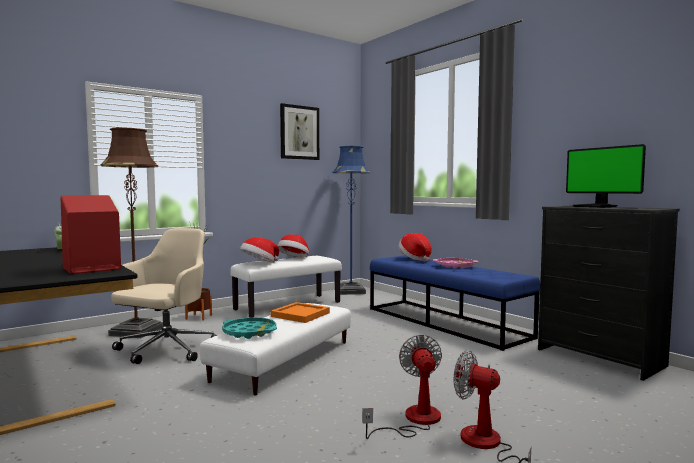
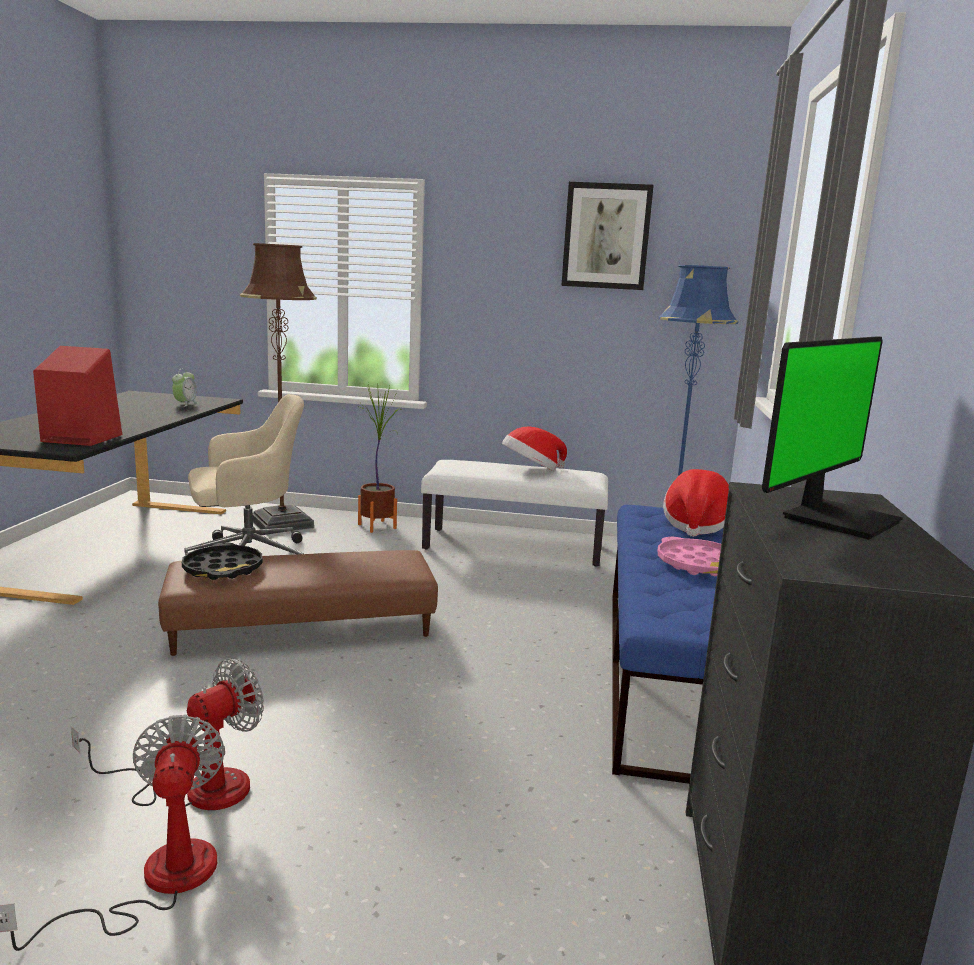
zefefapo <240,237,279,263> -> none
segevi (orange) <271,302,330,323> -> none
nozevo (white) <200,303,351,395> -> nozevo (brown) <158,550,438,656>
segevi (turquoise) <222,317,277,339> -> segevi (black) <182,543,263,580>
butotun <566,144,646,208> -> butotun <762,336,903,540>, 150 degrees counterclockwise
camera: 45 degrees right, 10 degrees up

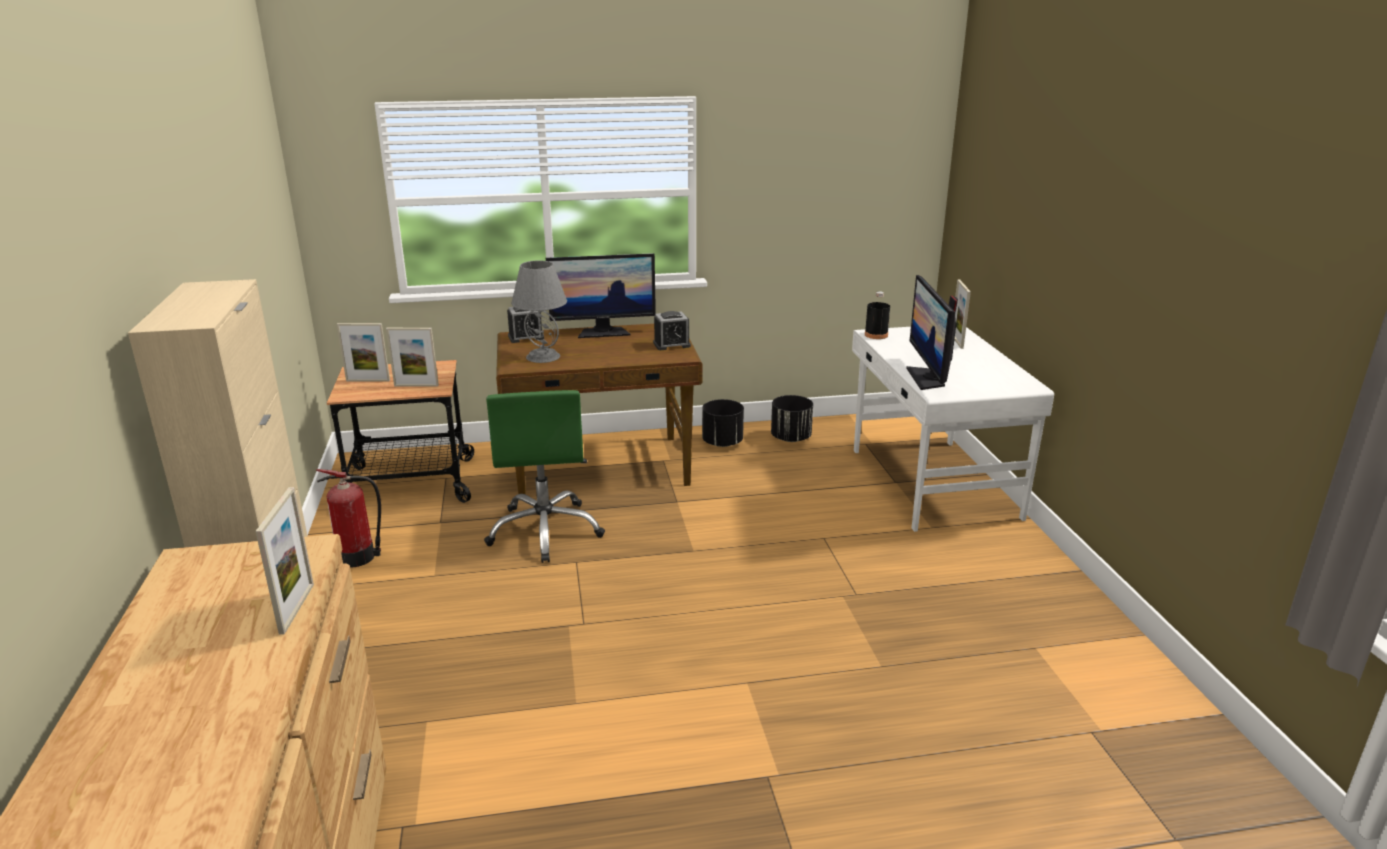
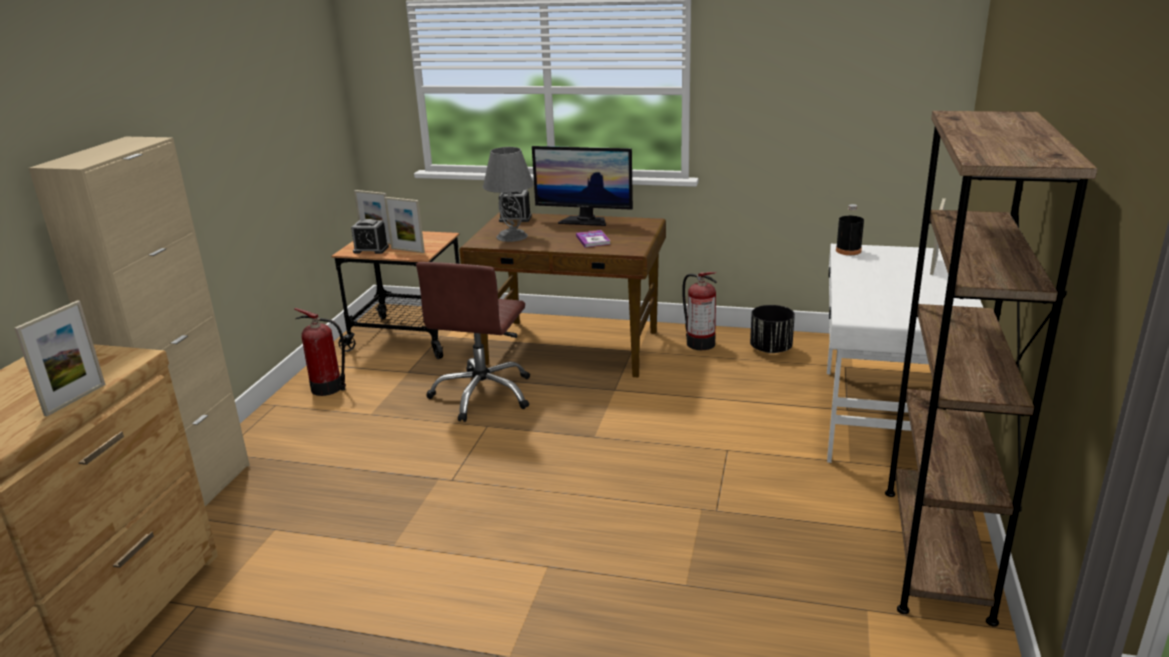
butotun <906,275,958,390> -> none
none -> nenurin <576,230,610,247>
none -> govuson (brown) <885,111,1098,627>
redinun <653,311,691,350> -> redinun <351,219,389,254>, shifted
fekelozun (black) <702,399,744,447> -> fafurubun <682,272,717,350>
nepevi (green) <484,390,605,563> -> nepevi (brown) <416,262,530,422>
camera: 25 degrees right, 0 degrees up

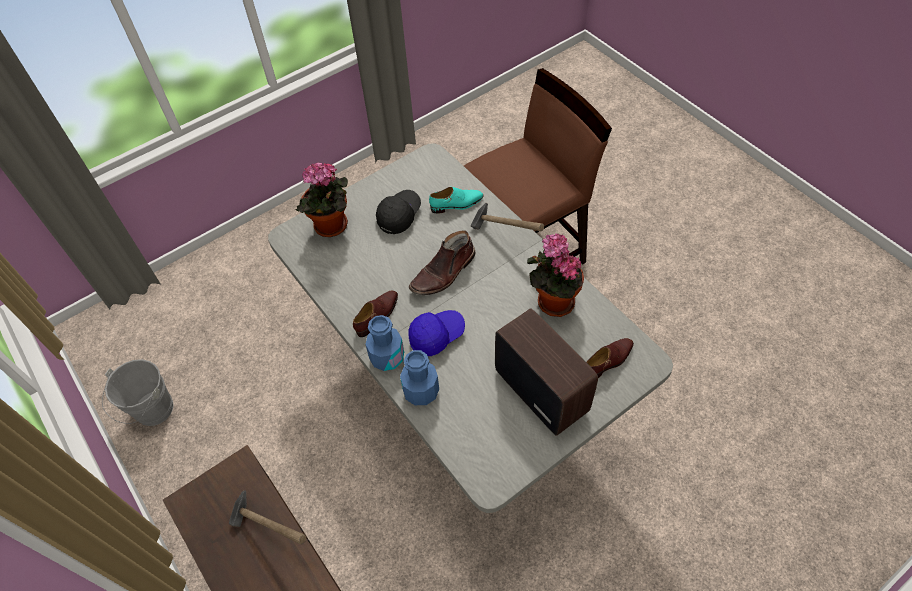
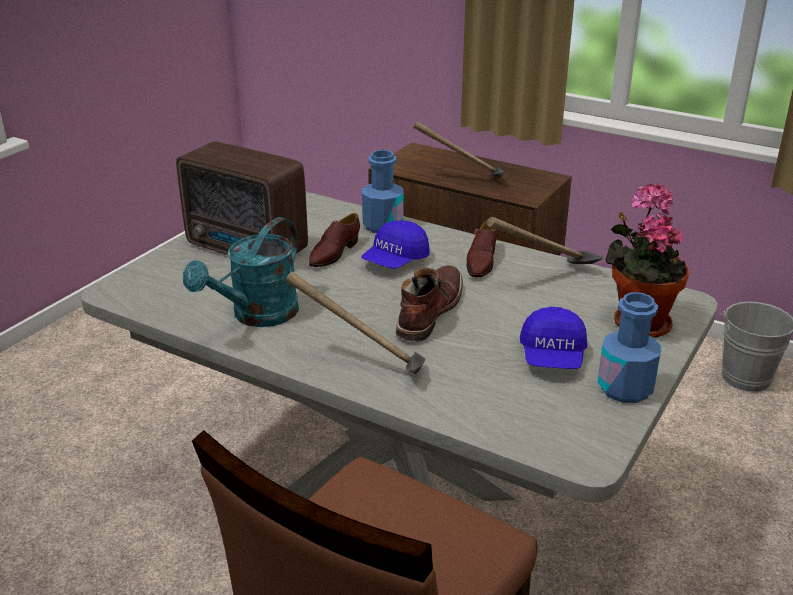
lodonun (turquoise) <429,187,483,213> -> none
none -> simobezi <487,217,602,264>
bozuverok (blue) <365,315,404,371> -> bozuverok (blue) <597,292,662,403>, shifted
lodonun (brown) <586,338,634,378> -> lodonun (brown) <309,213,360,267>, shifted
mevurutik <527,234,584,317> -> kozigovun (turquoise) <183,217,299,327>
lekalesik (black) <376,190,421,234> -> lekalesik (blue) <520,307,587,369>
camera: 155 degrees right, 25 degrees down

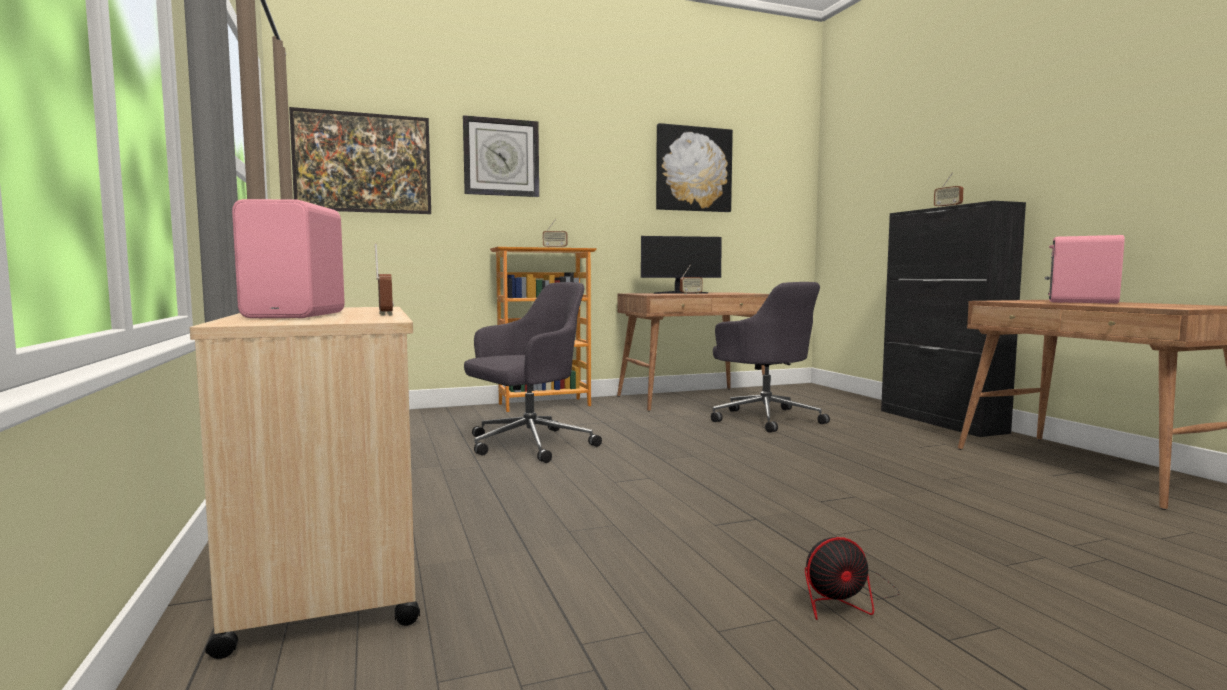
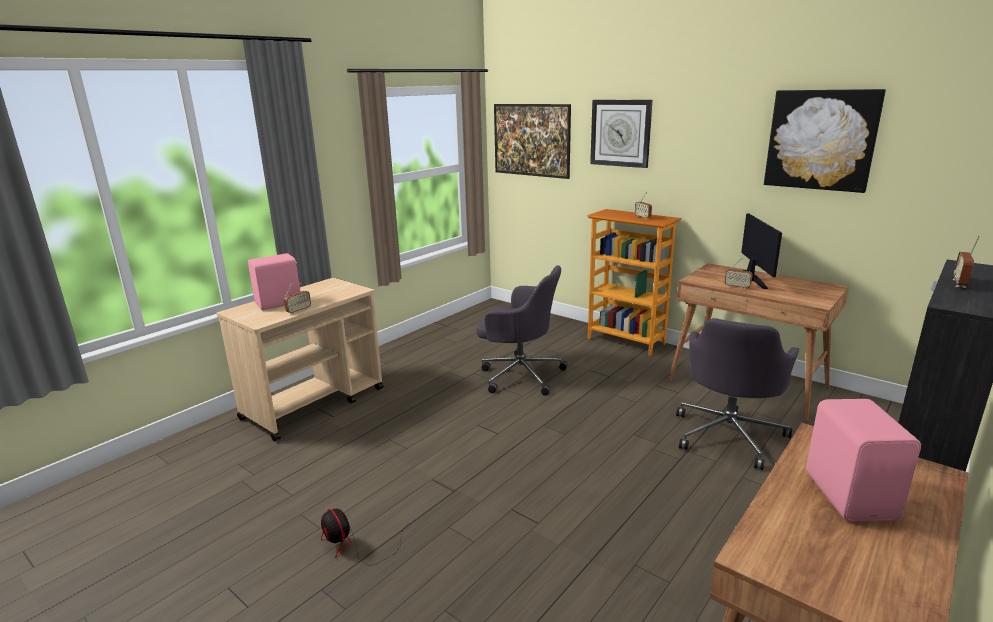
butotun <641,236,722,294> -> butotun <741,213,782,289>, 135 degrees counterclockwise
camera: 60 degrees right, 15 degrees up

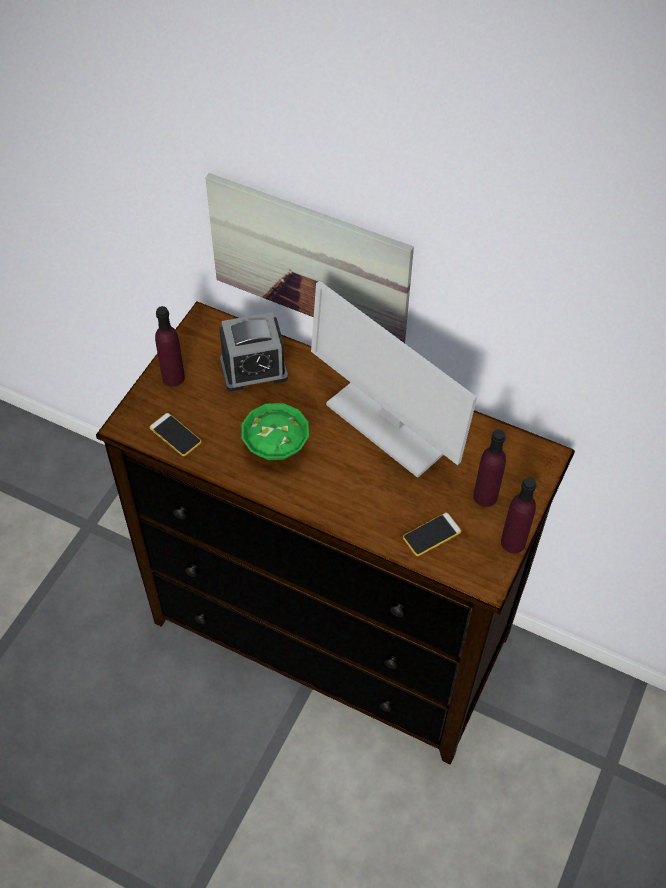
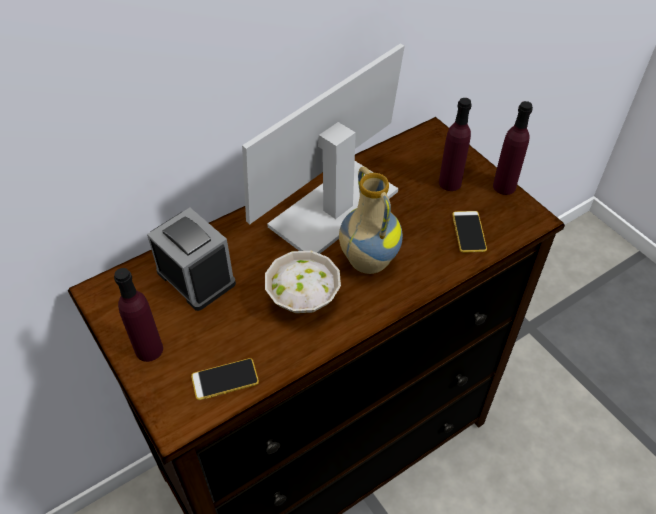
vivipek <205,173,414,343> -> none
none -> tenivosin <339,167,403,274>
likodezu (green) <242,403,309,460> -> likodezu (white) <265,251,341,313>
redinun <219,312,288,392> -> redinun <147,208,236,311>, 60 degrees counterclockwise
butotun <311,281,477,478> -> butotun <242,43,405,254>, 150 degrees clockwise
camera: 60 degrees left, 5 degrees down

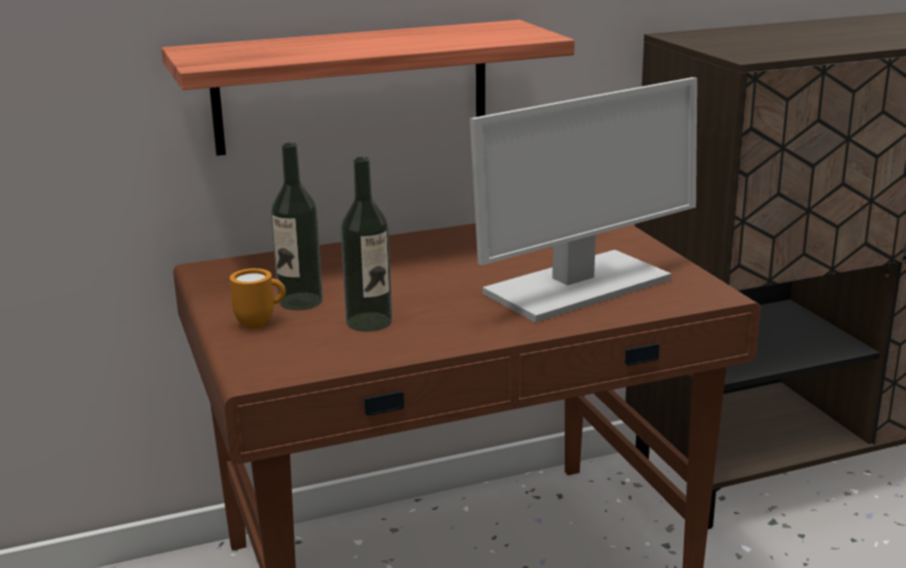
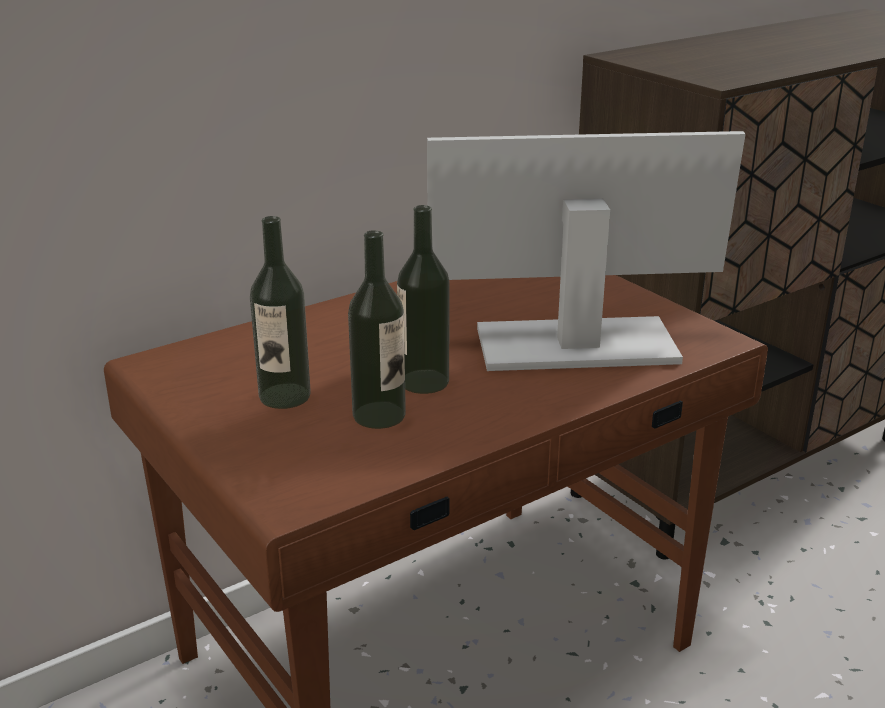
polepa <162,20,575,156> -> none
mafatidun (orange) <230,268,286,329> -> none
none -> bozuverok <397,205,450,394>
butotun <470,77,697,323> -> butotun <427,131,746,371>, 135 degrees counterclockwise
camera: 15 degrees left, 5 degrees up

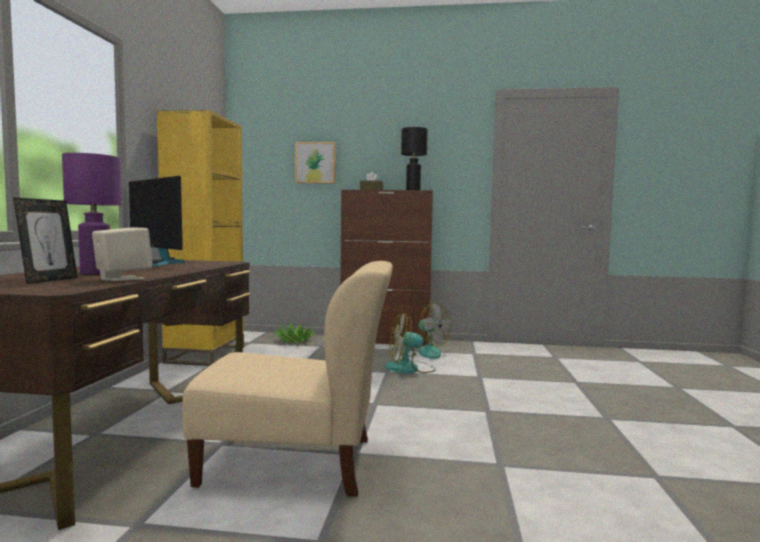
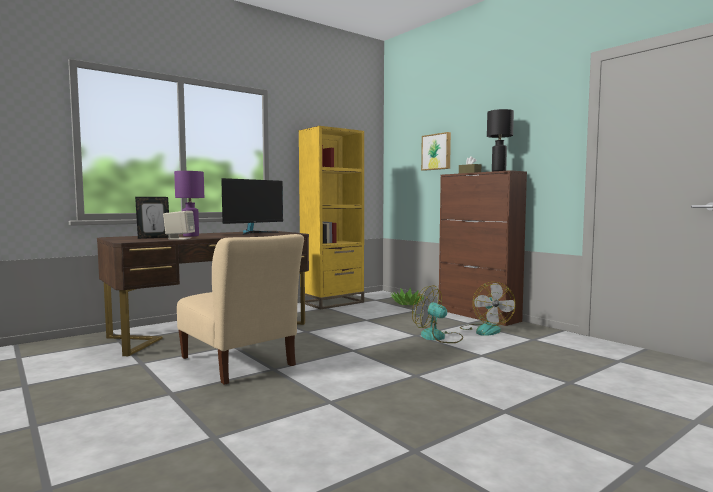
butotun <129,176,185,267> -> butotun <221,178,283,235>, 135 degrees counterclockwise
camera: 45 degrees right, 0 degrees up

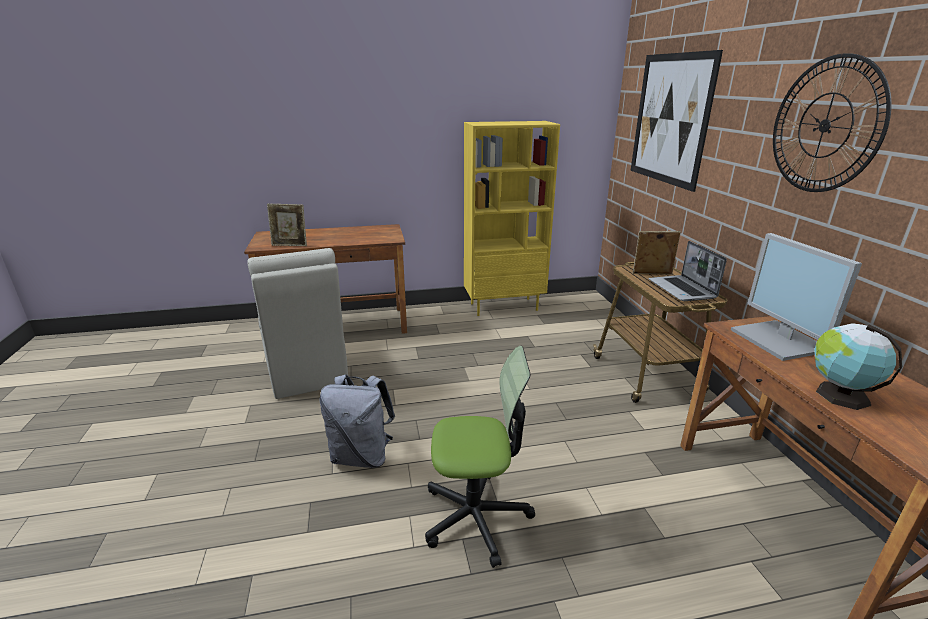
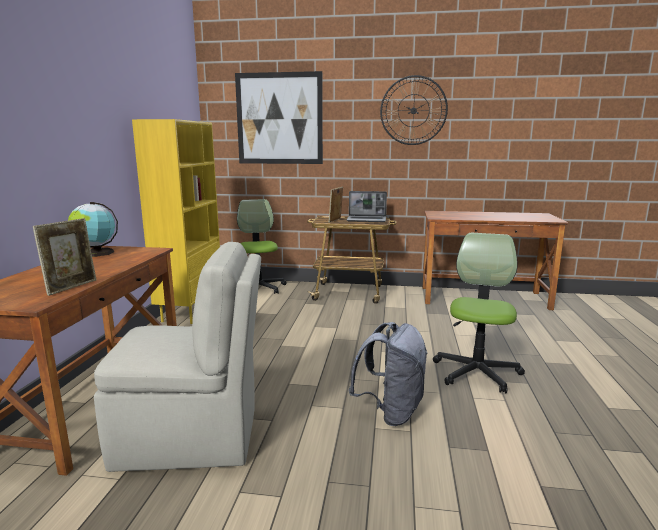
butotun <731,233,862,361> -> none
none -> nepevi <237,199,287,294>
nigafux <814,323,902,410> -> nigafux <68,202,118,257>, shifted
camera: 70 degrees left, 10 degrees down

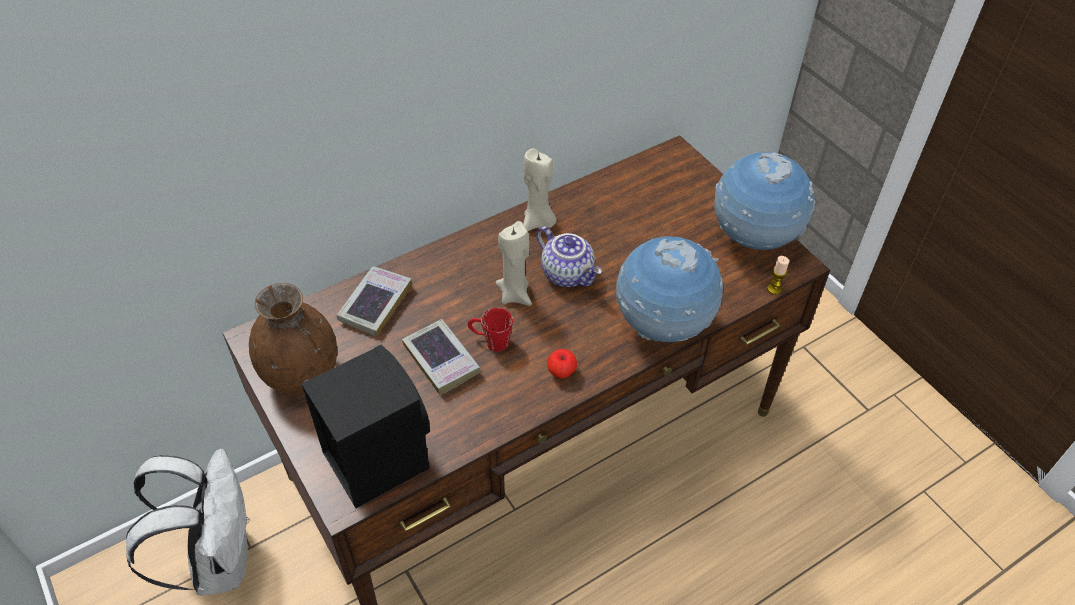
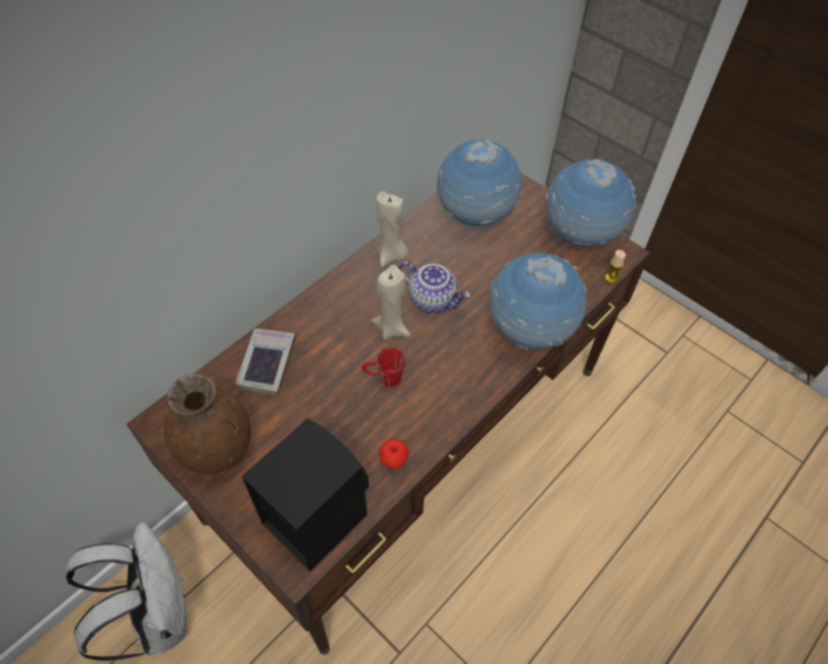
nenurin <402,319,481,395> -> none
none -> nigafux <435,140,522,226>
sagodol <547,349,577,378> -> sagodol <379,439,409,469>, shifted
camera: 15 degrees left, 5 degrees up

